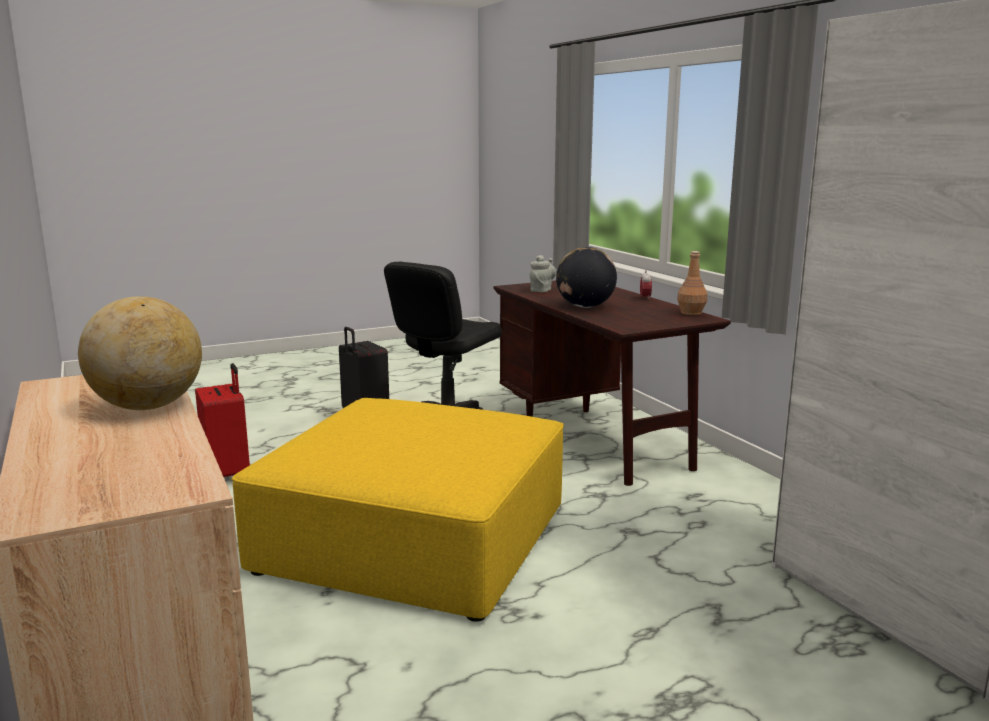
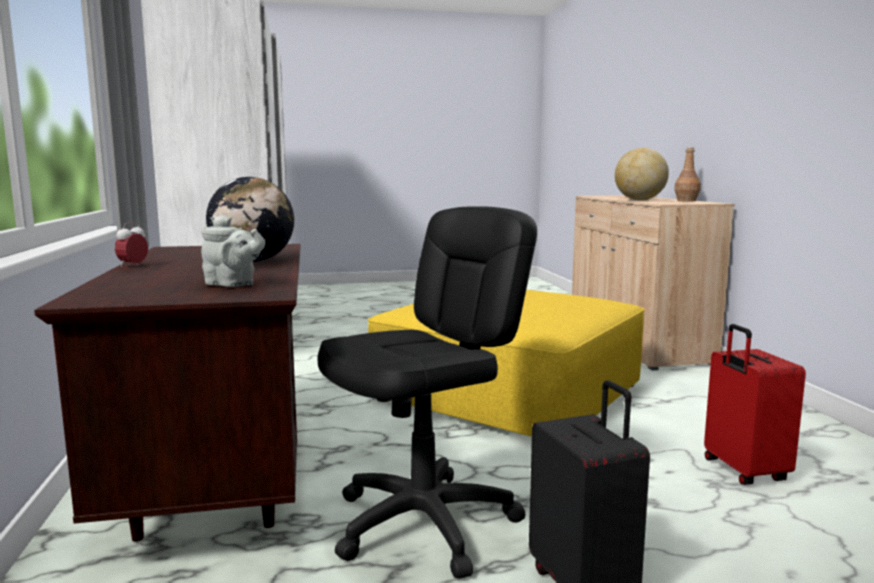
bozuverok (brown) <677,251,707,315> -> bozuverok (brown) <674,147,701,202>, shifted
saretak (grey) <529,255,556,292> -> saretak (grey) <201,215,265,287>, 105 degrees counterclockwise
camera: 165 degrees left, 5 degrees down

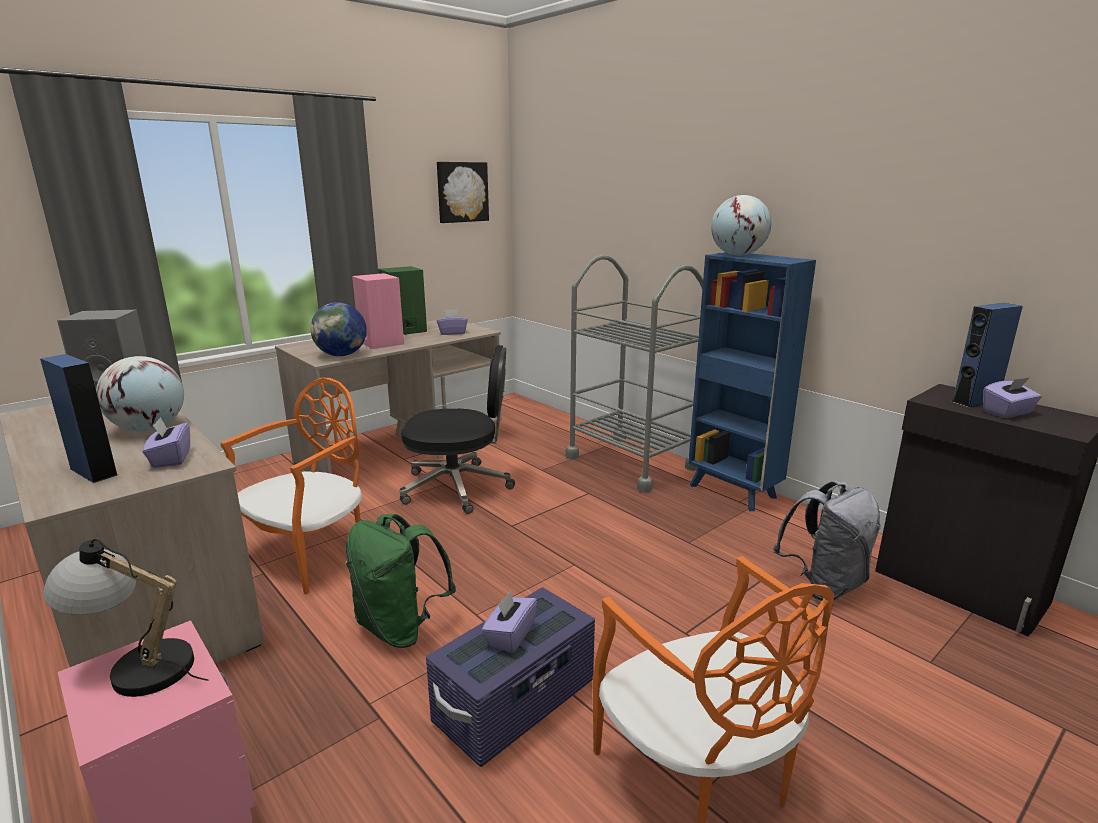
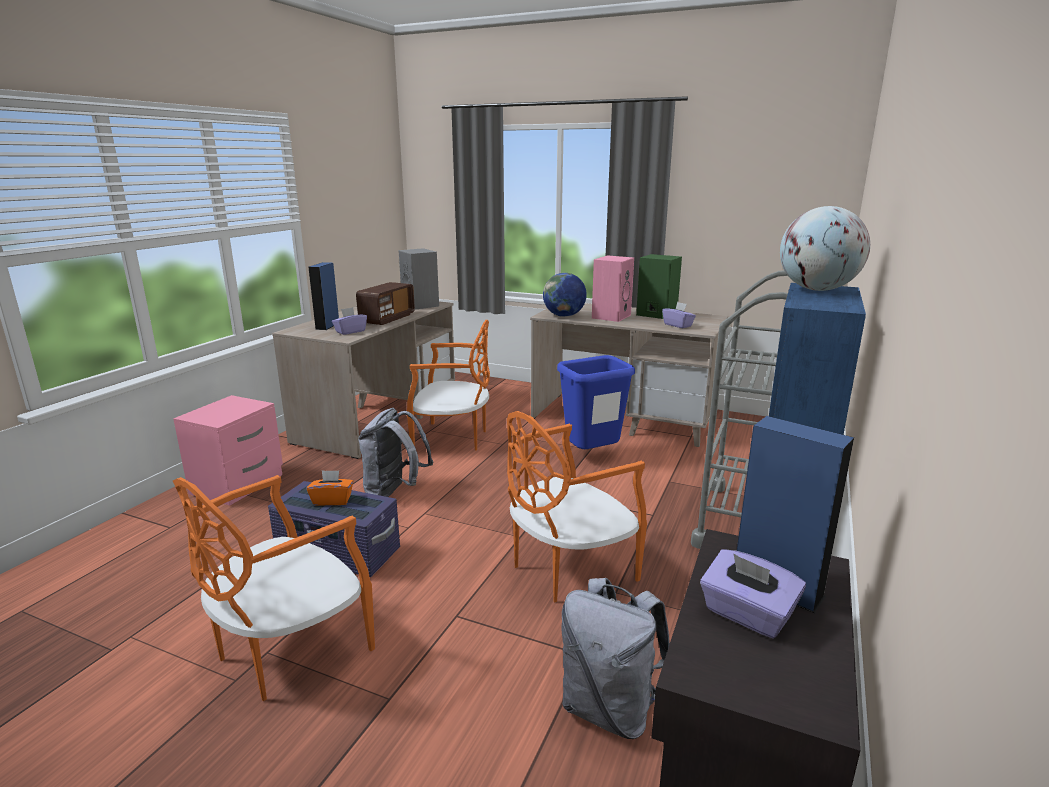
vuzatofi <43,538,209,697> -> none
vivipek <437,162,489,223> -> none
none -> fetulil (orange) <507,411,647,602>
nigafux <96,356,184,431> -> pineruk <356,282,415,325>
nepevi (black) <399,345,515,514> -> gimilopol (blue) <557,355,635,449>
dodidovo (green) <345,514,456,648> -> dodidovo (grey) <358,408,433,497>
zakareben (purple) <482,590,537,653> -> zakareben (orange) <307,470,354,506>
camera: 65 degrees right, 0 degrees up

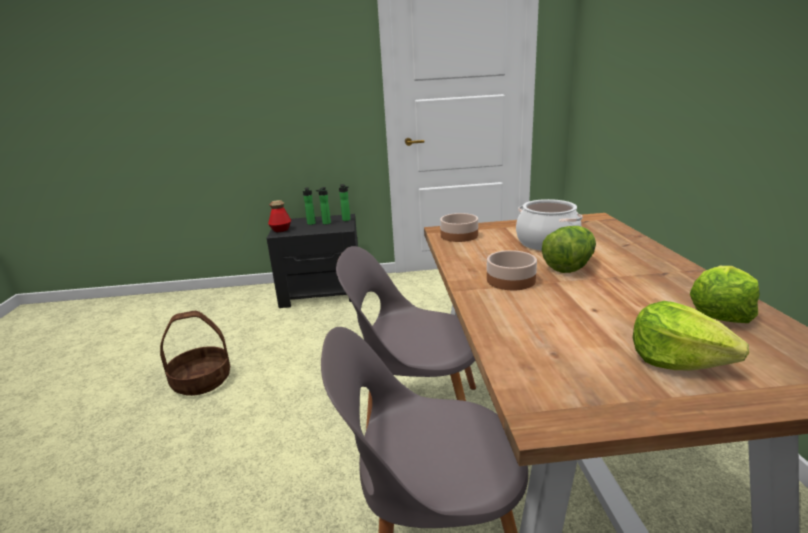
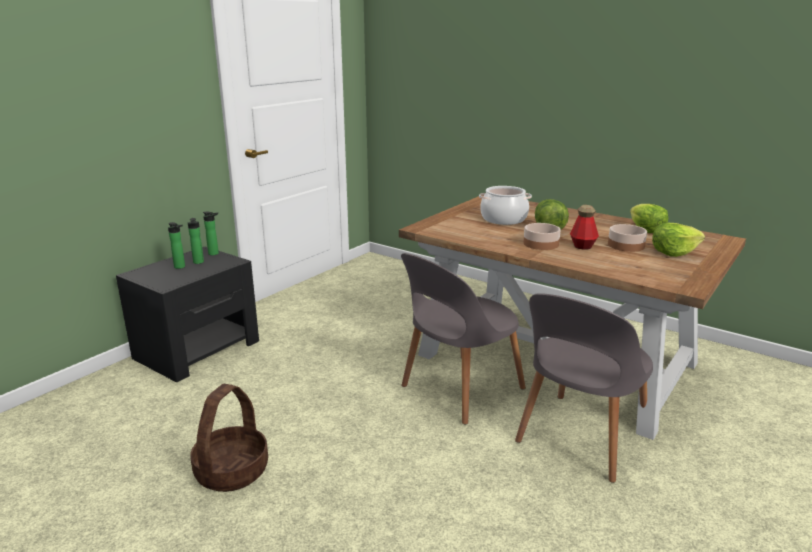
bozuverok <268,200,291,232> -> bozuverok <570,205,599,250>, shifted
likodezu <440,213,478,242> -> likodezu <608,224,647,252>, shifted
camera: 50 degrees left, 0 degrees up

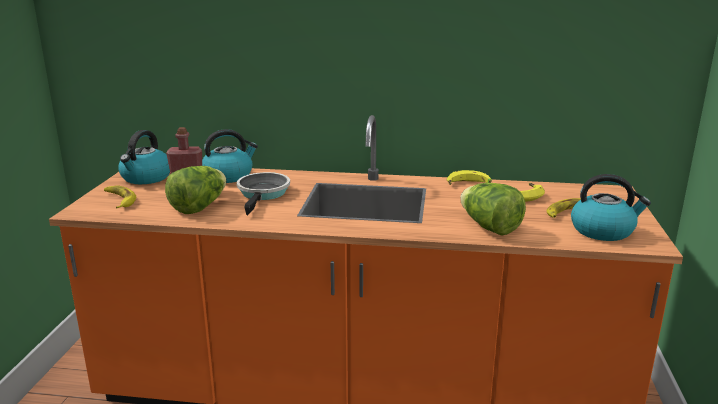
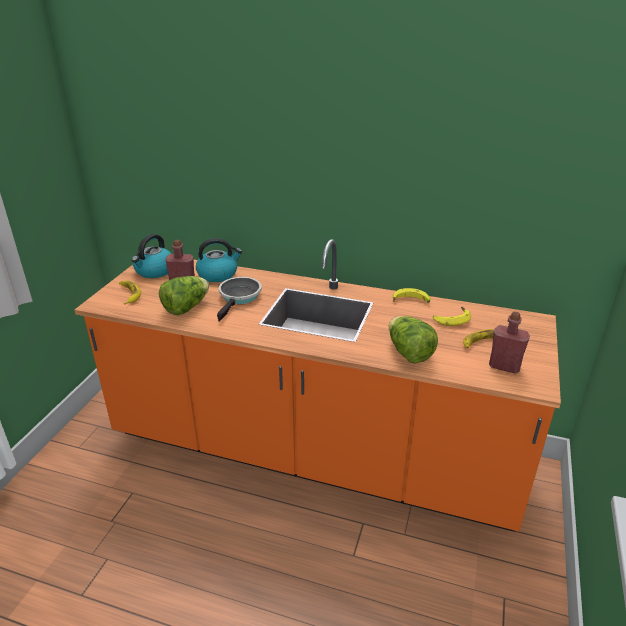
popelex <571,174,651,241> -> bozuverok (red) <489,312,530,373>
camera: 10 degrees right, 10 degrees up

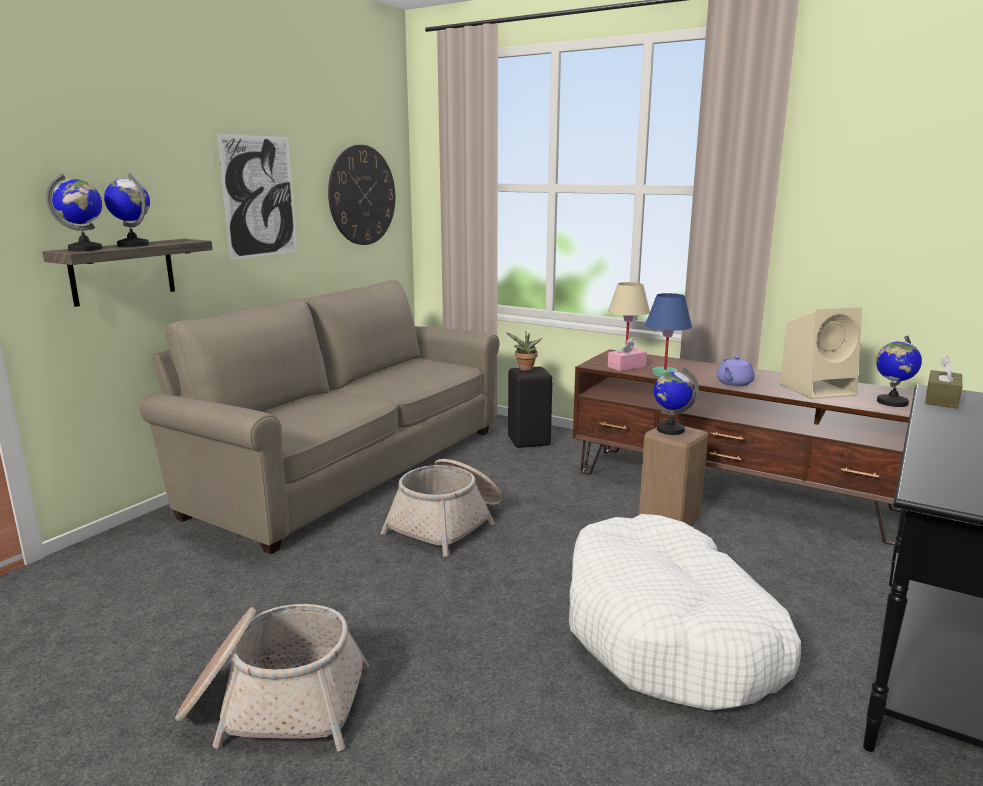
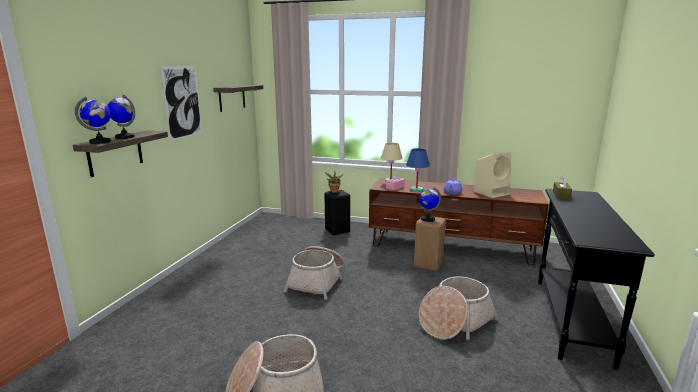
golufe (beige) <139,280,499,554> -> none
nigafux <876,335,922,407> -> none
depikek <328,145,396,245> -> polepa <213,85,264,112>
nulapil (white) <569,514,801,711> -> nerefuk <419,276,499,340>
camera: 15 degrees left, 0 degrees up

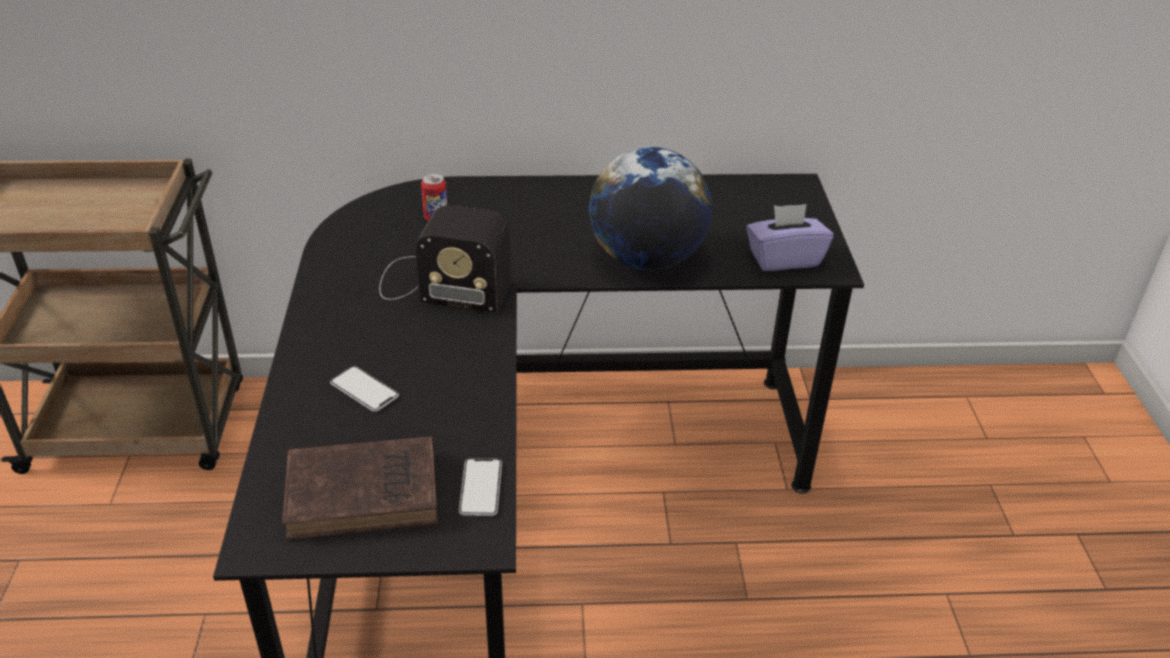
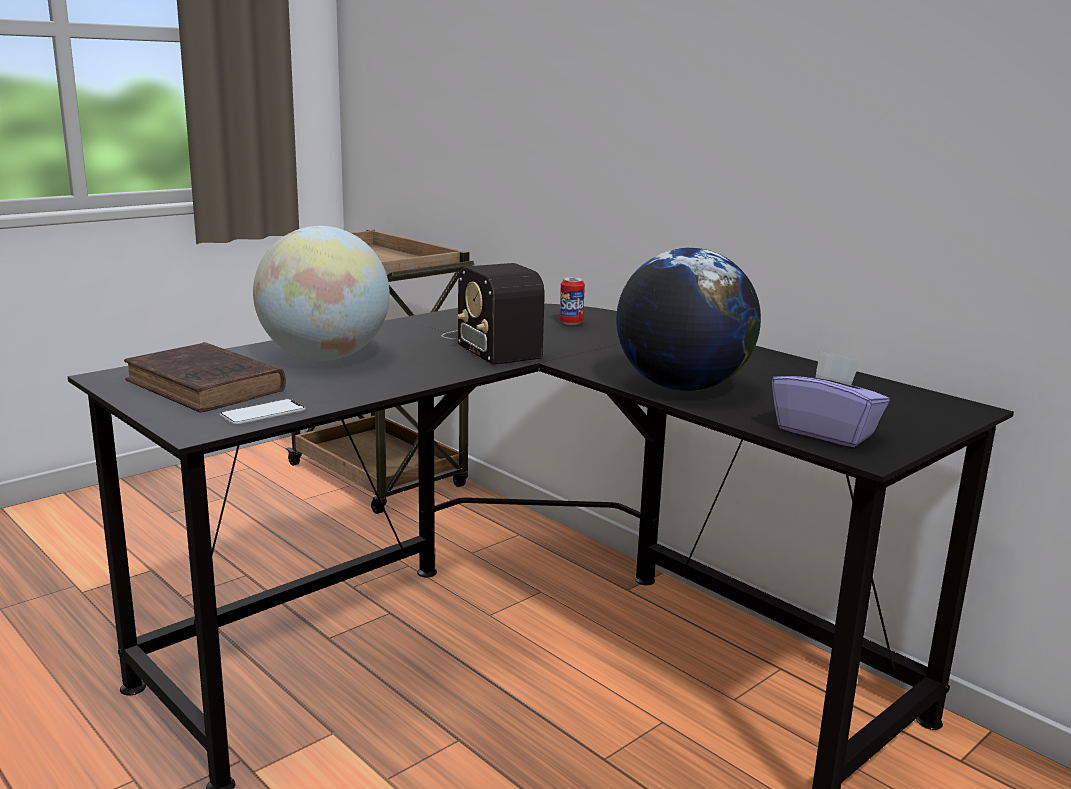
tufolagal <330,366,399,412> -> nigafux <253,226,390,361>
camera: 50 degrees right, 20 degrees down

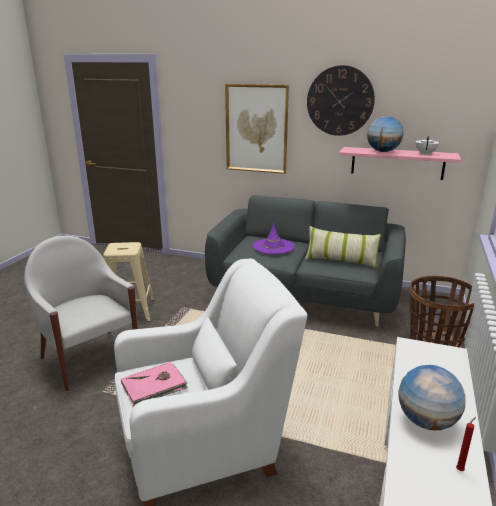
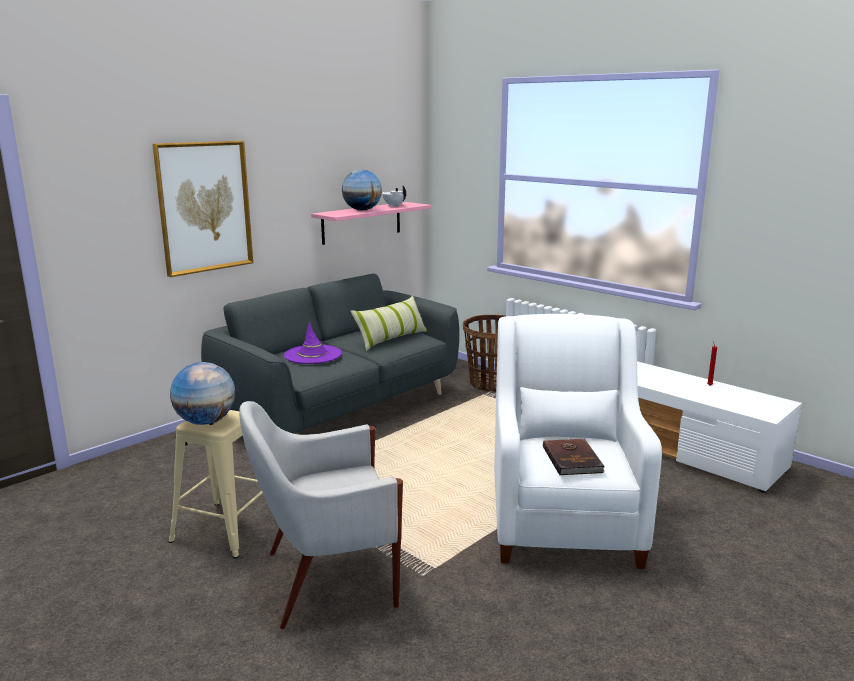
depikek <307,65,375,136> -> none
nigafux <399,365,466,431> -> nigafux <170,362,235,425>, shifted
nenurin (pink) <121,362,188,406> -> nenurin (brown) <543,439,605,475>
camera: 65 degrees left, 5 degrees down

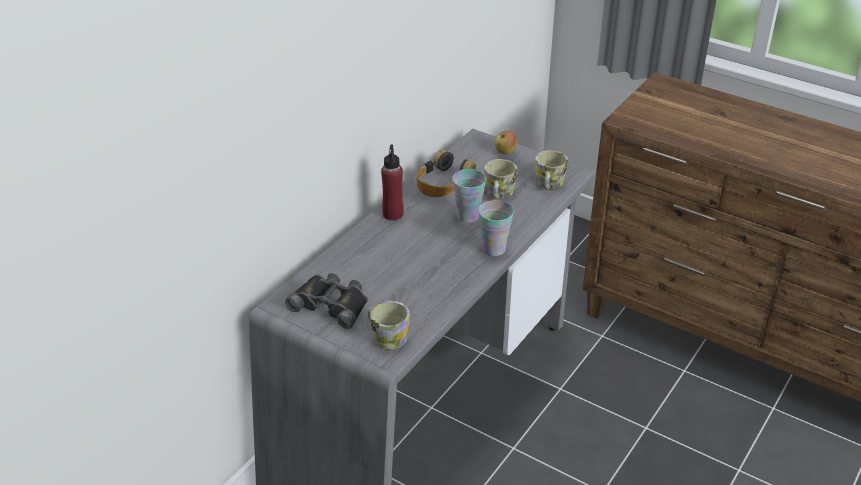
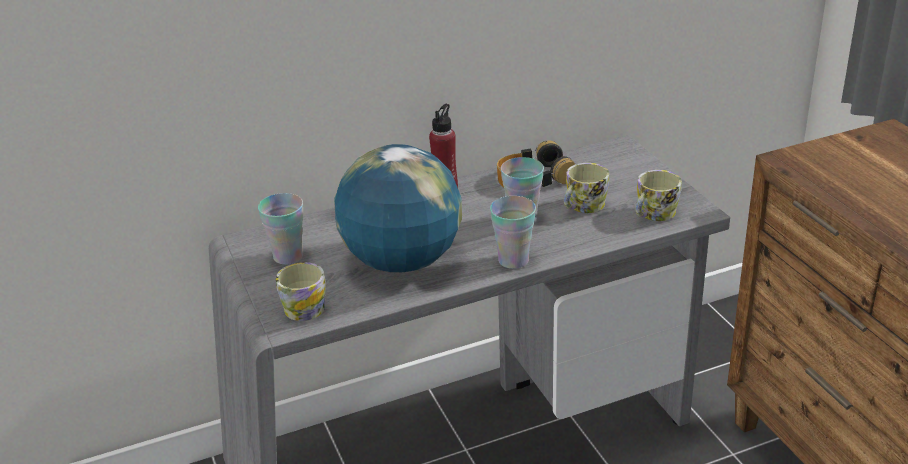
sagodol <495,131,517,154> -> none
none -> nigafux <334,144,462,272>
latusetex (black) <285,273,368,329> -> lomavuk <258,193,303,265>
camera: 35 degrees right, 5 degrees down

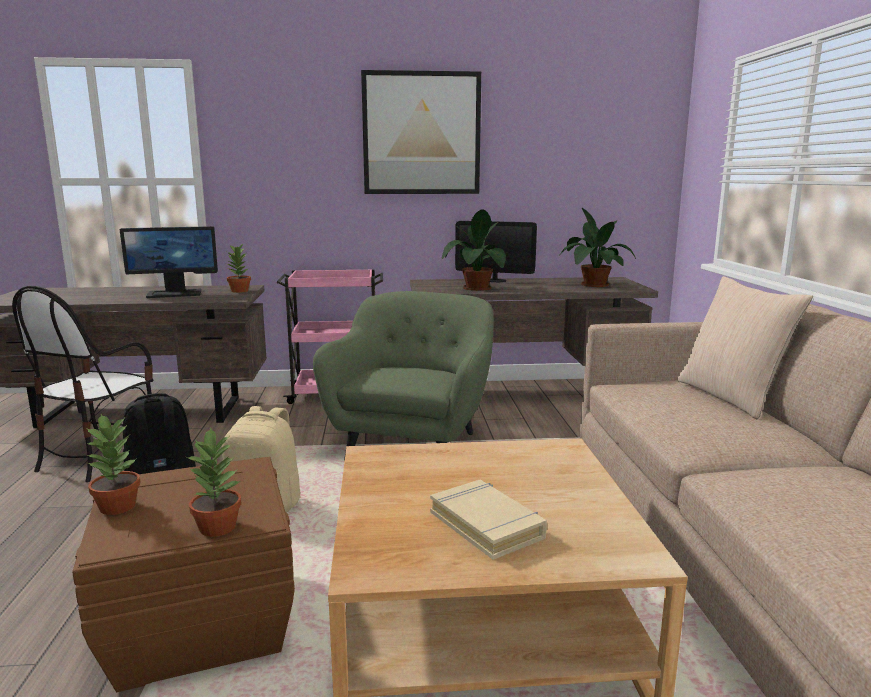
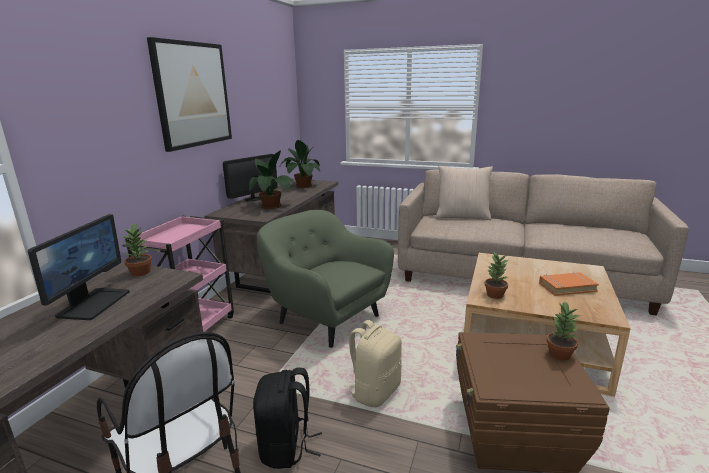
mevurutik <86,414,141,515> -> mevurutik <485,252,508,299>, shifted
nenurin (beige) <430,480,547,560> -> nenurin (orange) <539,272,599,296>
camera: 65 degrees left, 5 degrees up

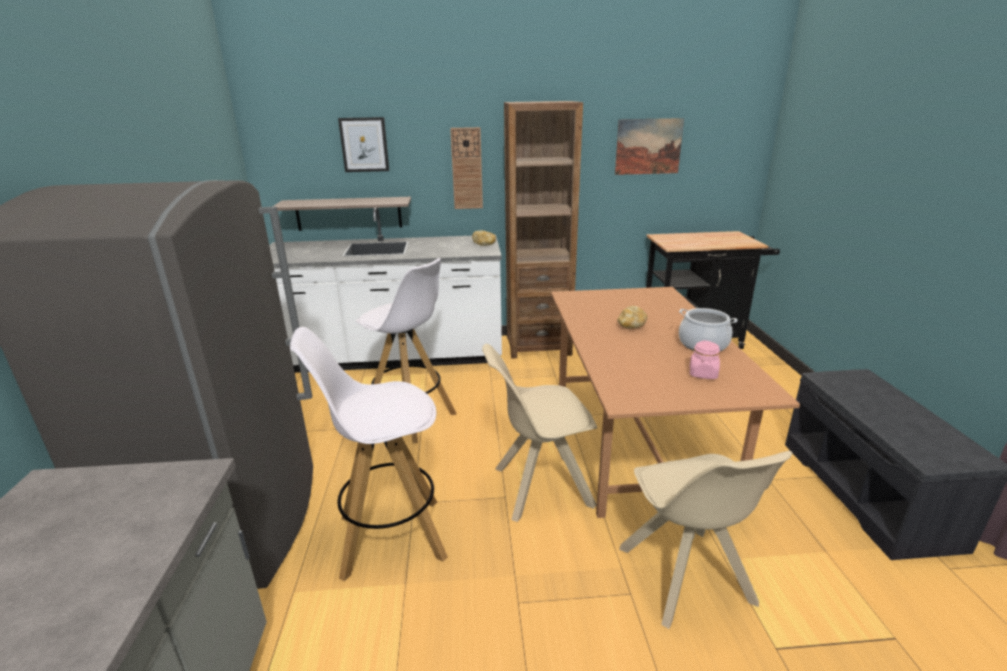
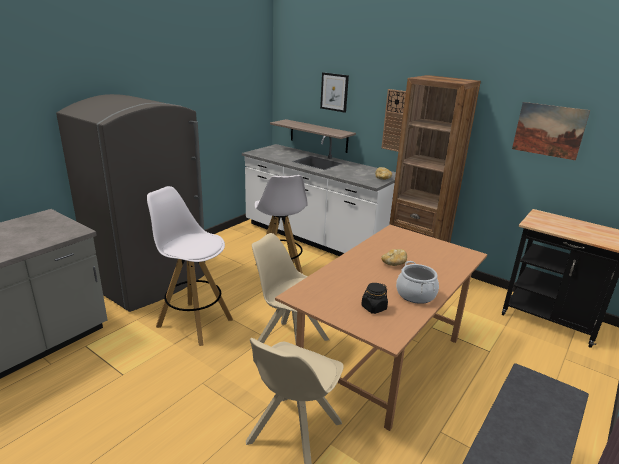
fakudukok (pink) <690,340,720,379> -> fakudukok (black) <361,283,388,314>
camera: 40 degrees right, 0 degrees up

